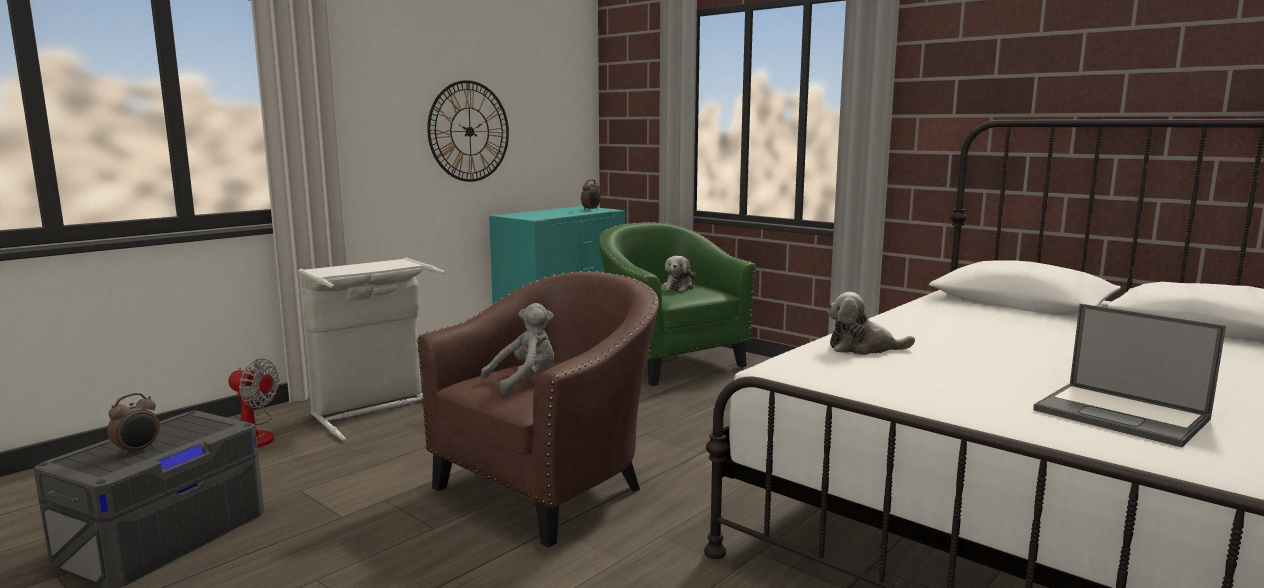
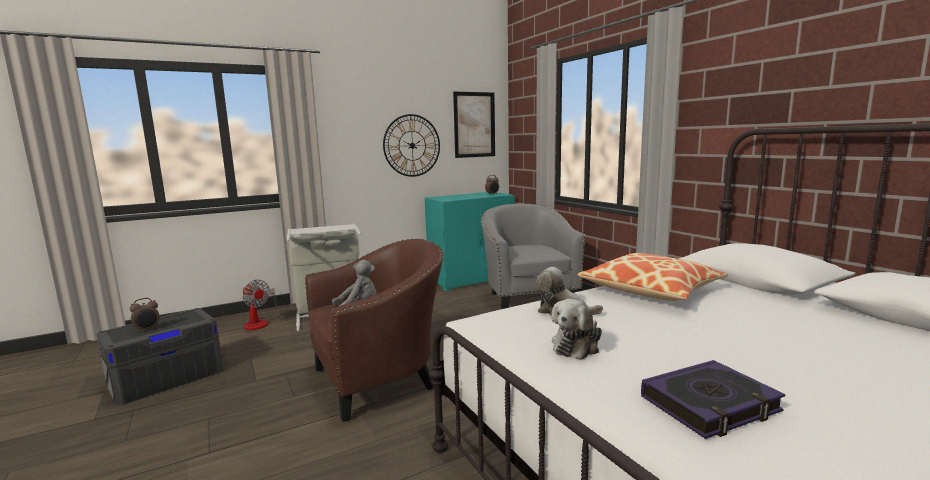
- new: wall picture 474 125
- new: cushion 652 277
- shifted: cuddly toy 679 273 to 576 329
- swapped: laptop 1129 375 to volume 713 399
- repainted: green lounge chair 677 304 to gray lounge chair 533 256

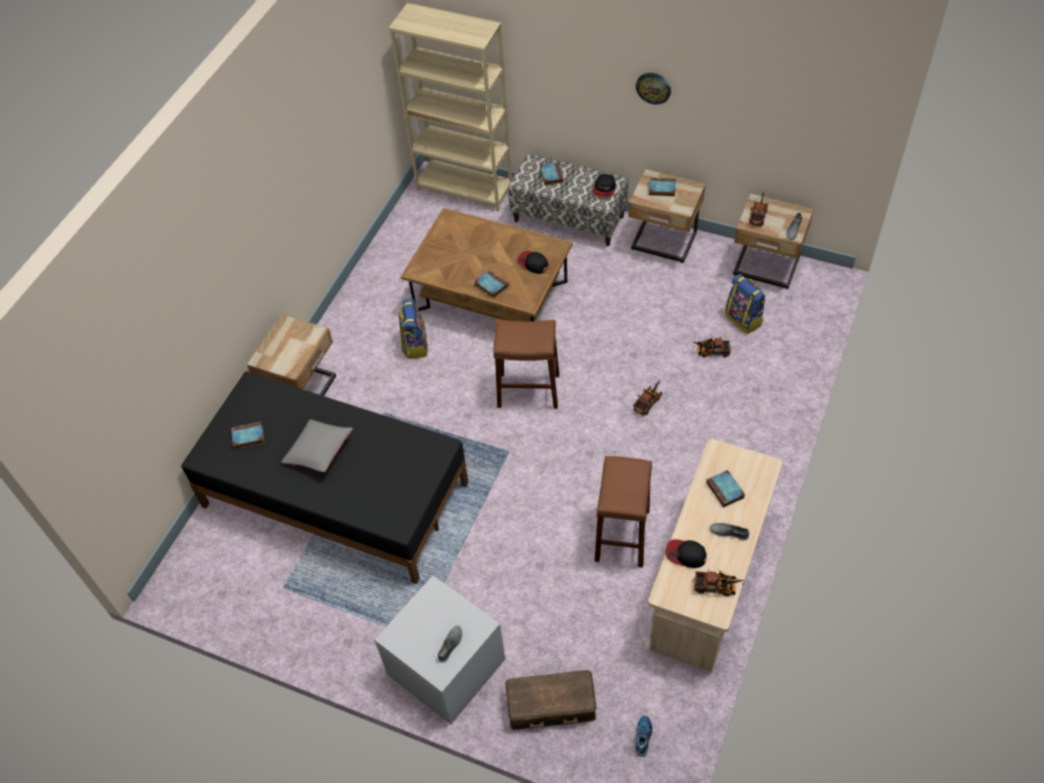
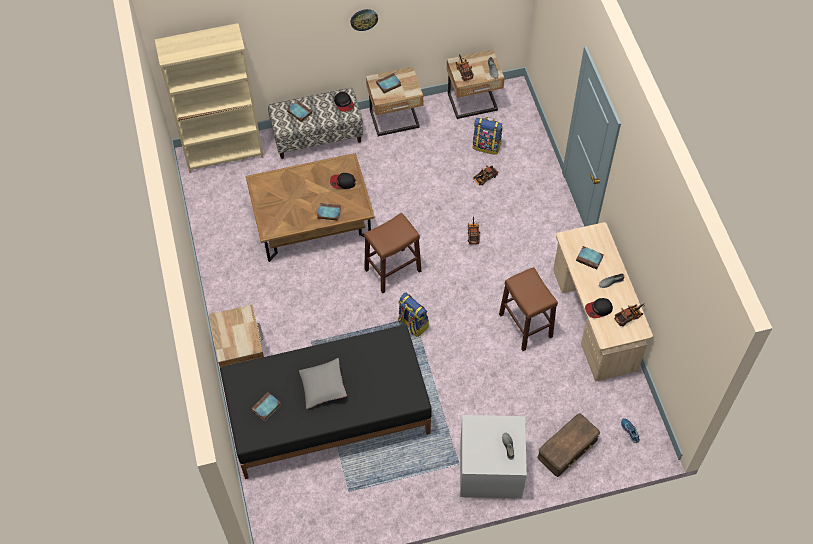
- shifted: knapsack 413 328 to 413 315

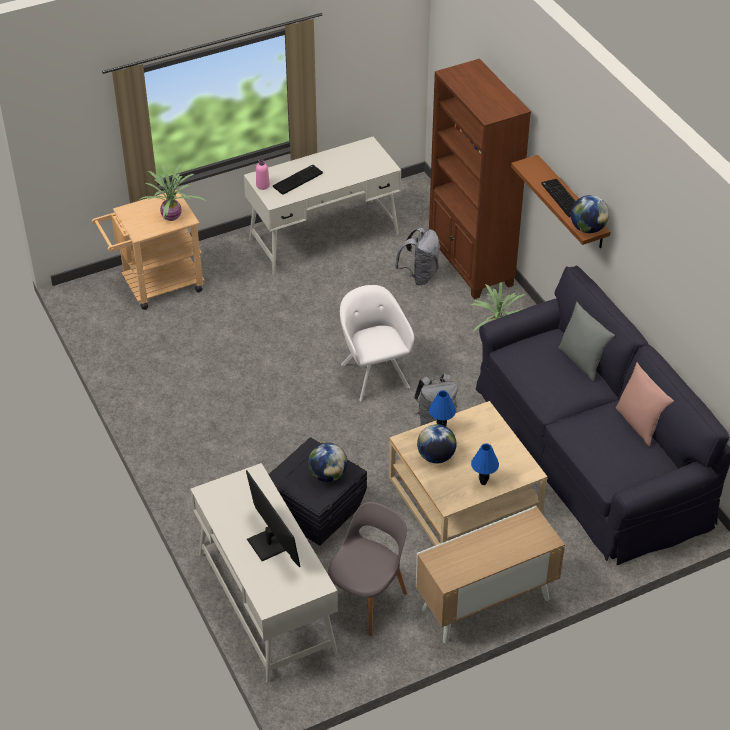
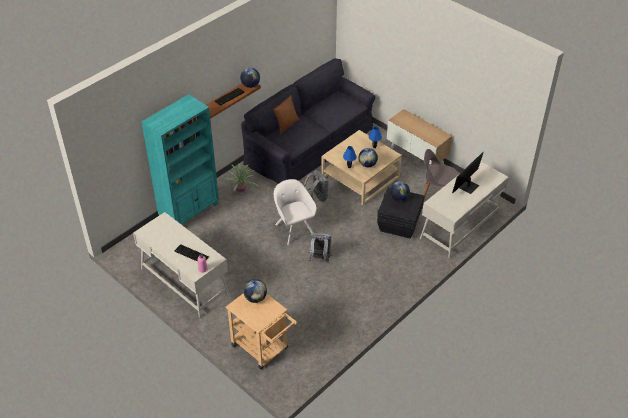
- gone: pinkish cushion 645 405
- shifted: gray knapsack 417 256 to 320 248
- swapped: houseplant 173 192 to world globe 255 291
- repainted: brown-coloured bookcase 480 179 to turquoise bookcase 180 159
- repainted: gray cushion 586 342 to brown-coloured cushion 286 114
- rotated: whitish lounge chair 377 343 = 295 212 105 degrees clockwise

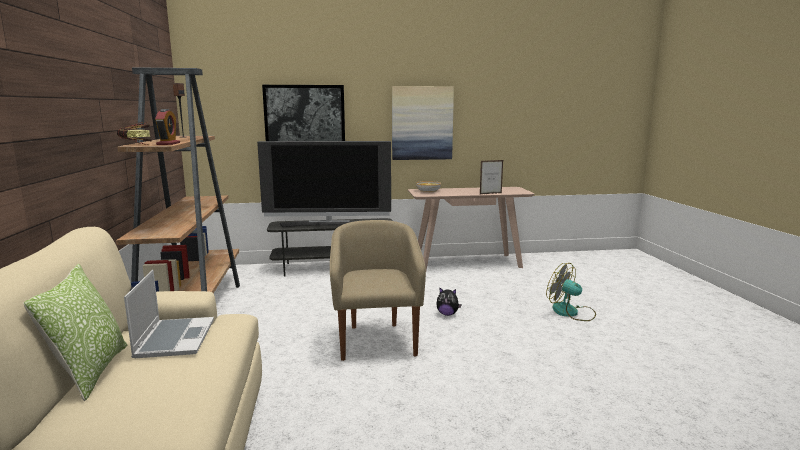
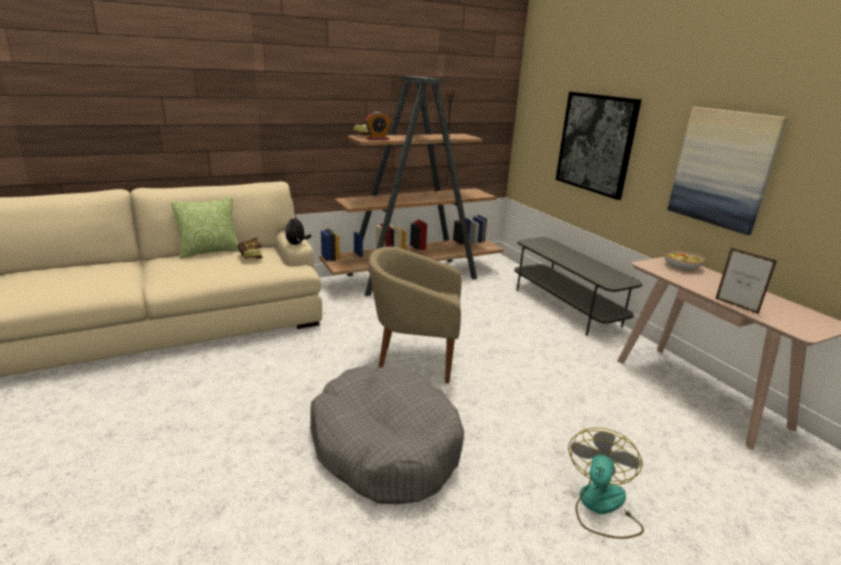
- gone: TV 324 184
- new: gray pet bed 387 435
- shifted: cuddly toy 449 301 to 298 230
- swapped: laptop 169 314 to volume 250 251
- rotated: beige lounge chair 378 290 = 415 315 150 degrees counterclockwise

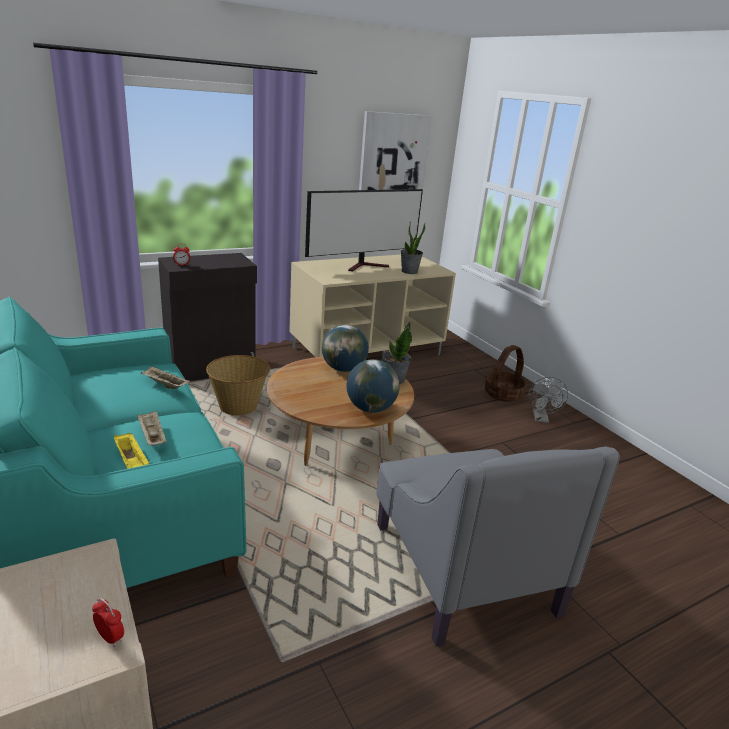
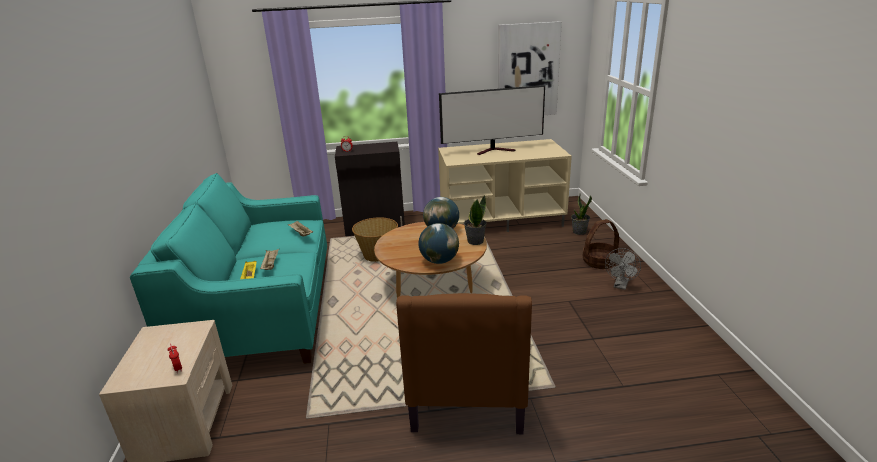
- shifted: houseplant 413 248 to 581 215
- repainted: gray lounge chair 498 547 to brown-coloured lounge chair 464 363

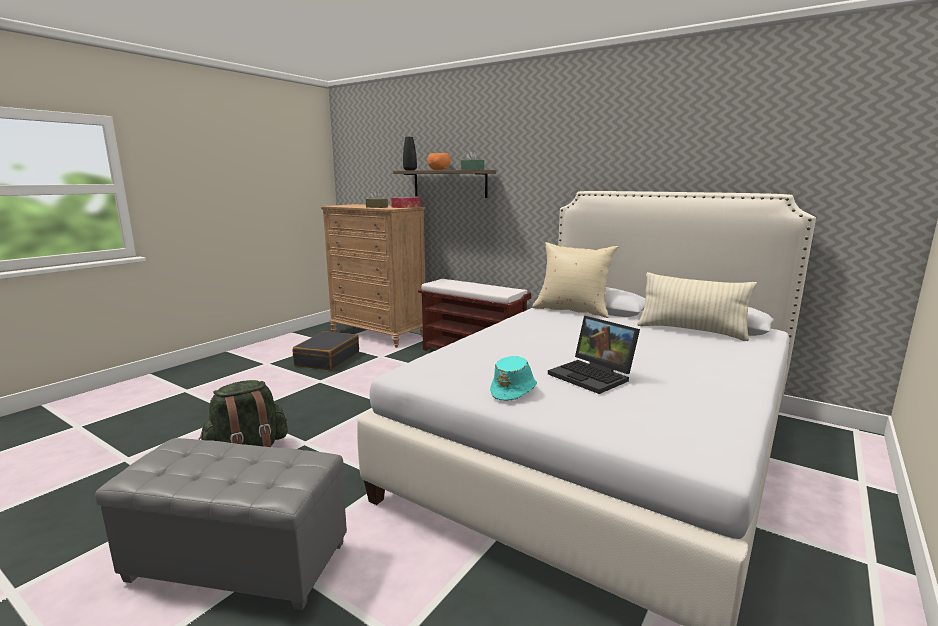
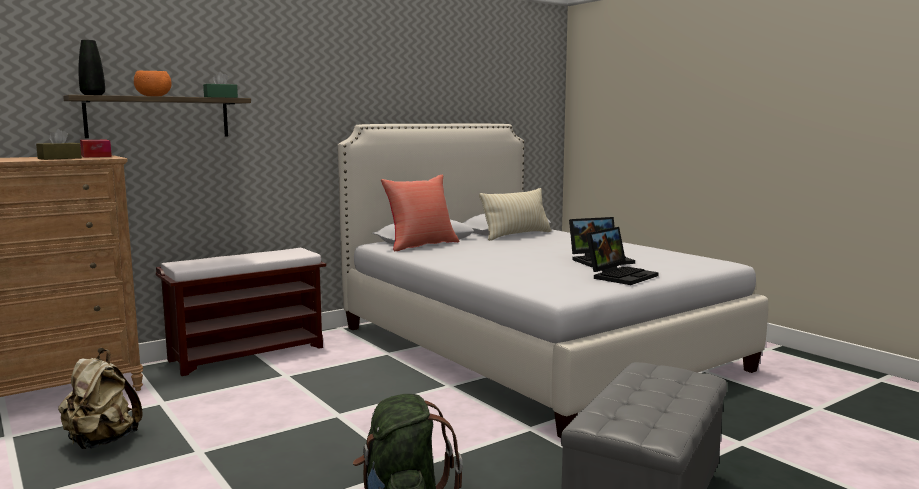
- swapped: black-coloured piece of luggage 326 350 to beige knapsack 100 399
- swapped: turquoise hat 513 378 to laptop 622 256
- repainted: beige cushion 575 280 to reddish cushion 420 212

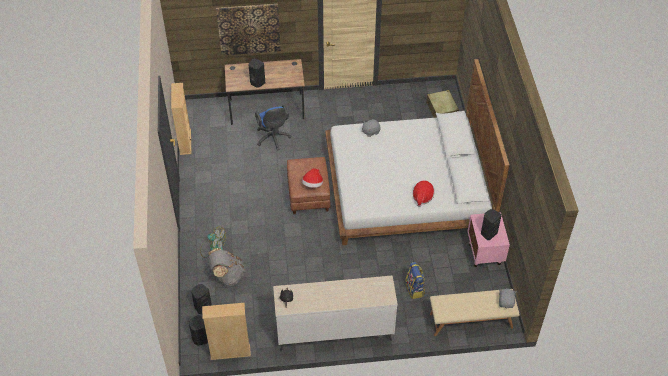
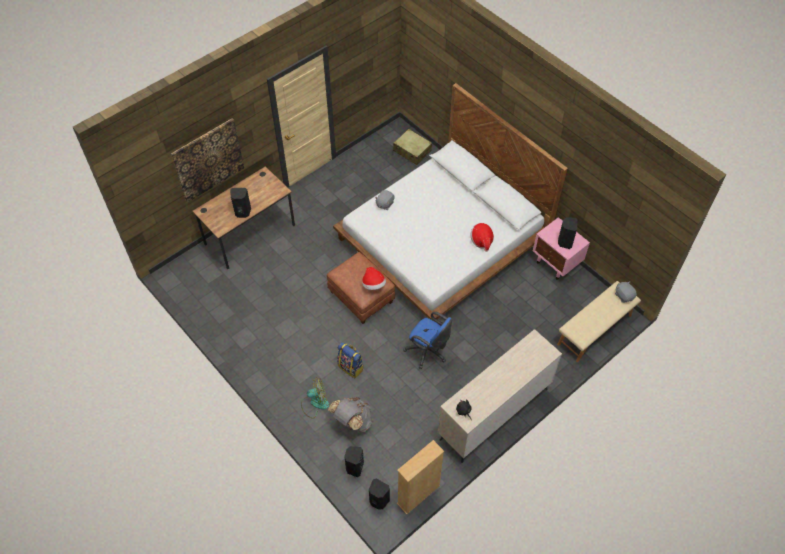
- gone: beige bookcase 181 119
- shifted: blue desk chair 273 128 to 427 340
- shifted: knapsack 415 280 to 350 360

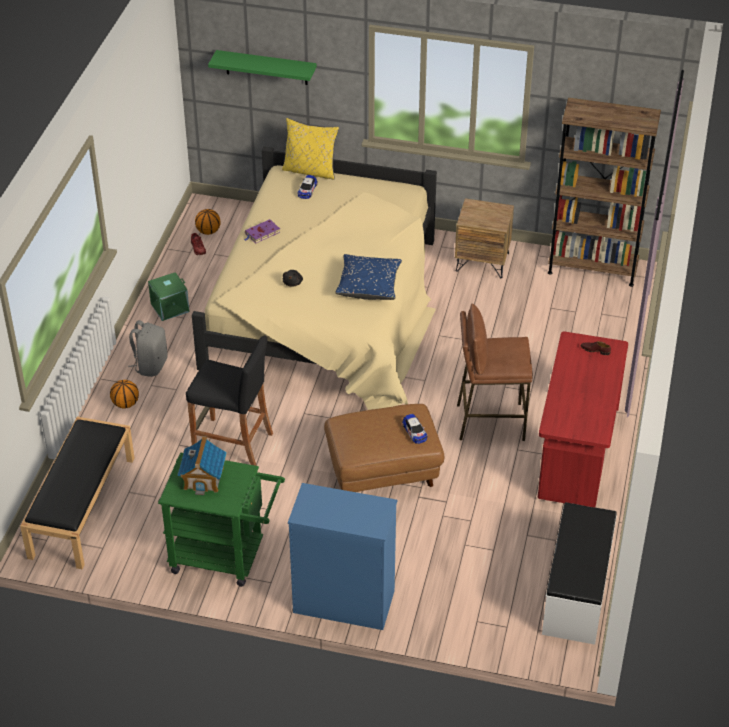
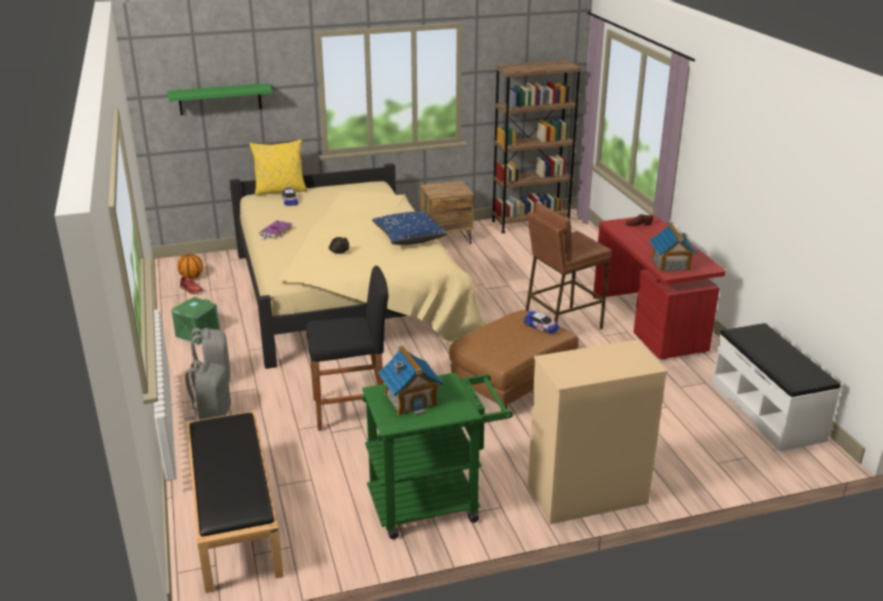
- new: toy house 673 247
- swapped: ball for basketball 124 394 to gray knapsack 208 390
- repainted: blue drawer chest 342 556 to beige drawer chest 598 431

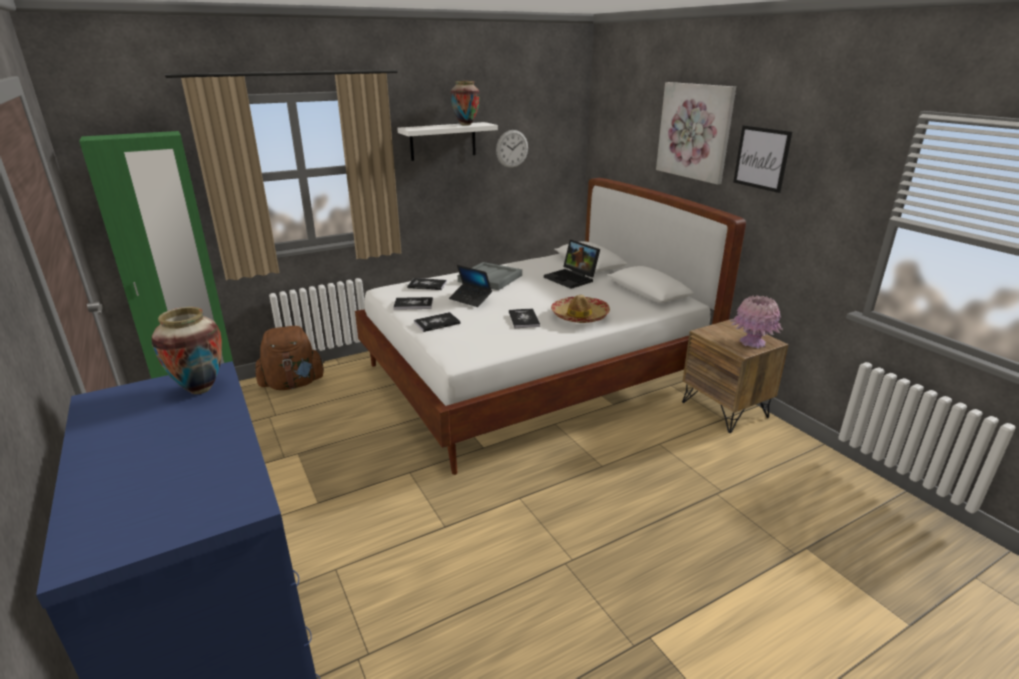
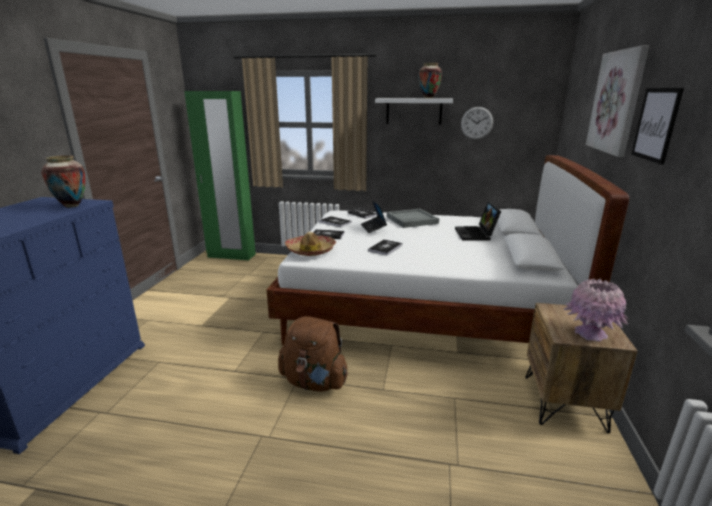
- shifted: brown-coloured knapsack 290 358 to 313 354
- shifted: hat 580 309 to 310 244

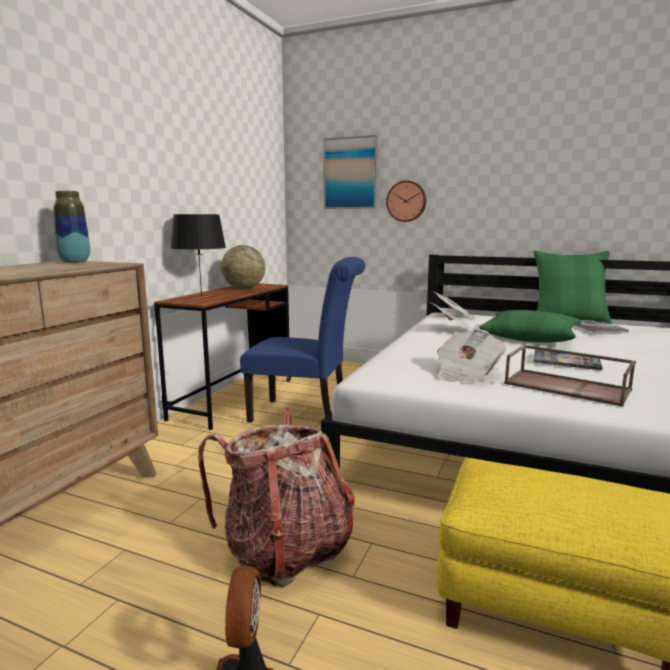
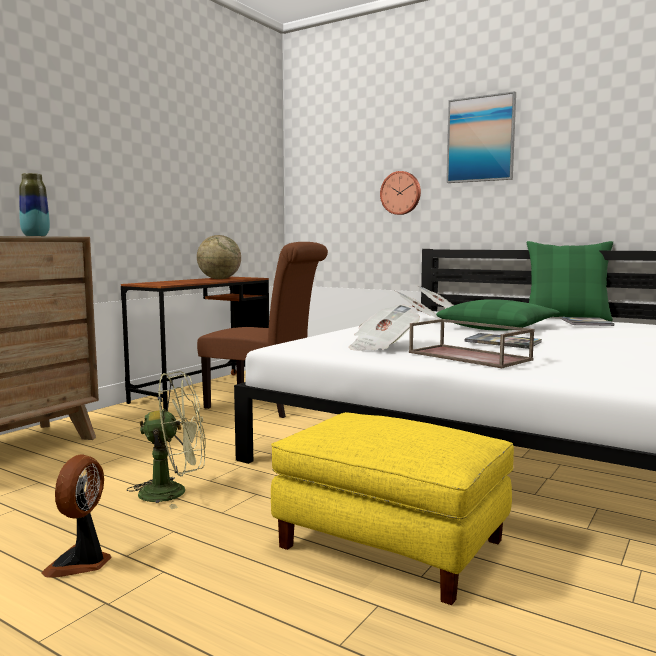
- gone: black-coloured lamp for a table 198 255
- shifted: wall picture 351 172 to 481 137
- swapped: knapsack 276 497 to green cooling fan 166 440
- repainted: blue upright chair 302 340 to brown-coloured upright chair 262 330

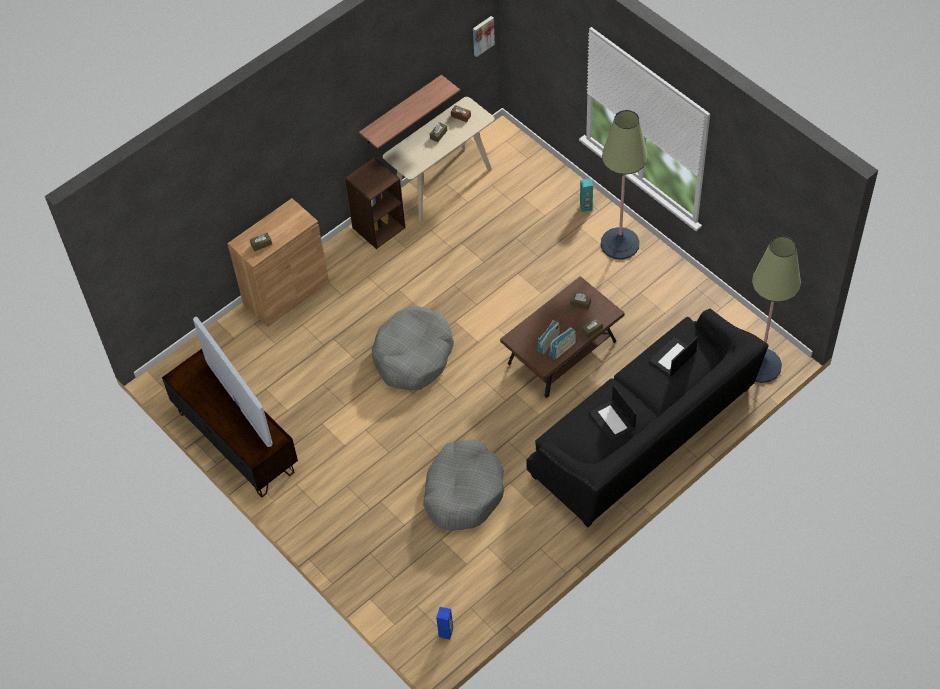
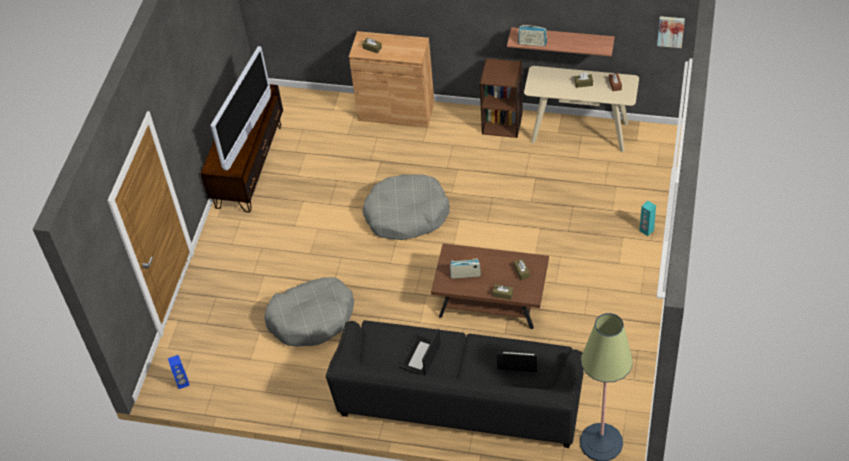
- gone: standing lamp 624 185
- shifted: radio 563 343 to 532 35

